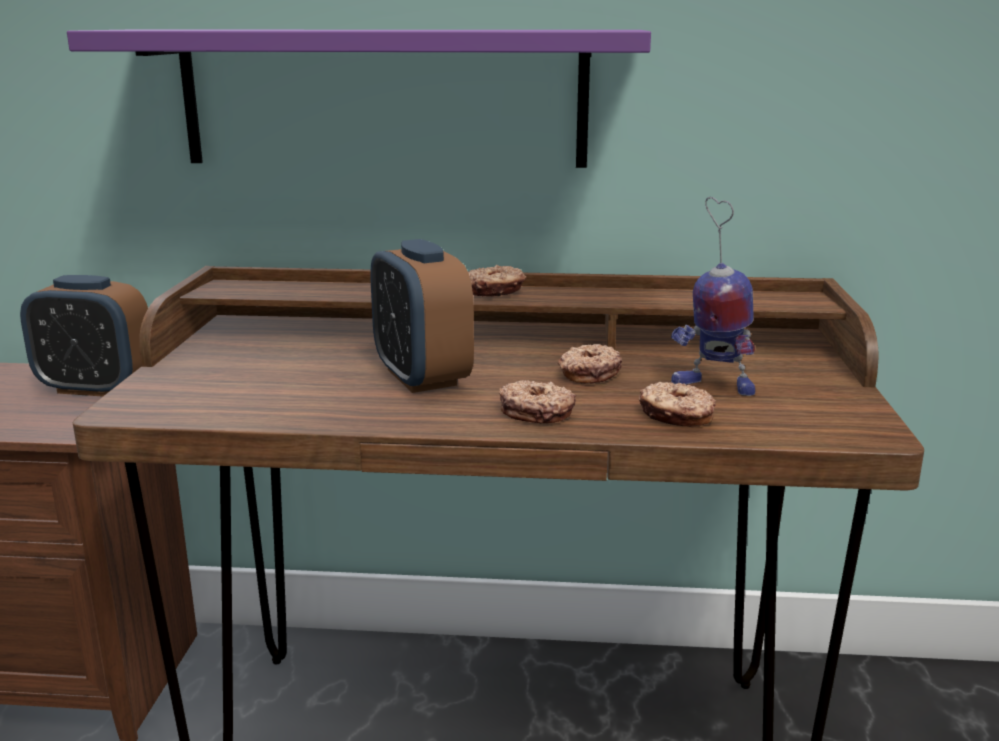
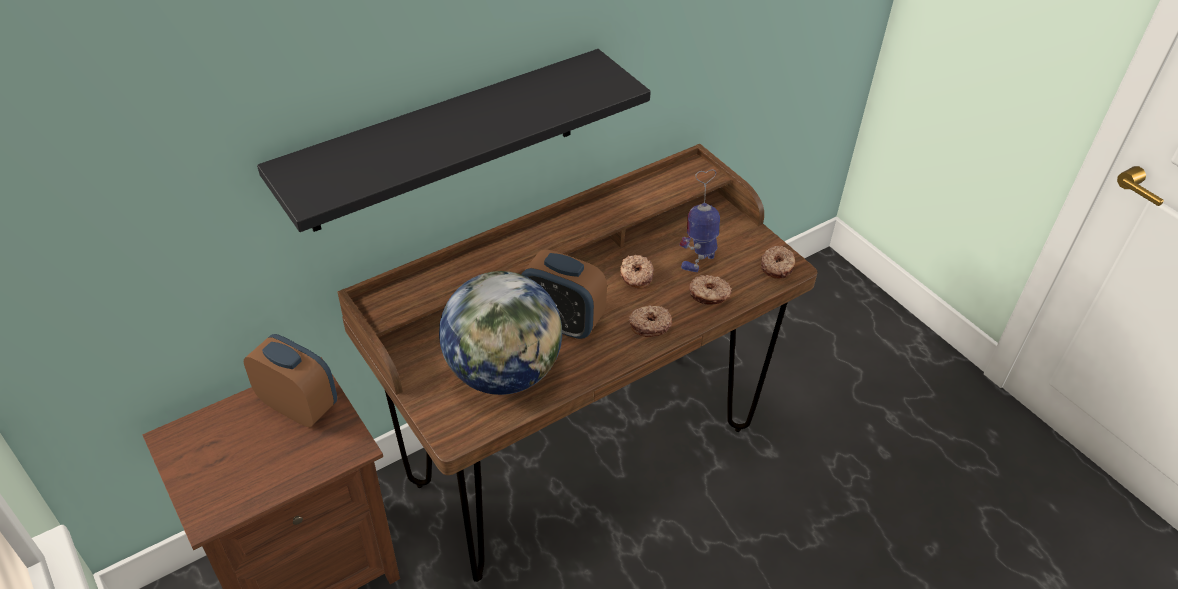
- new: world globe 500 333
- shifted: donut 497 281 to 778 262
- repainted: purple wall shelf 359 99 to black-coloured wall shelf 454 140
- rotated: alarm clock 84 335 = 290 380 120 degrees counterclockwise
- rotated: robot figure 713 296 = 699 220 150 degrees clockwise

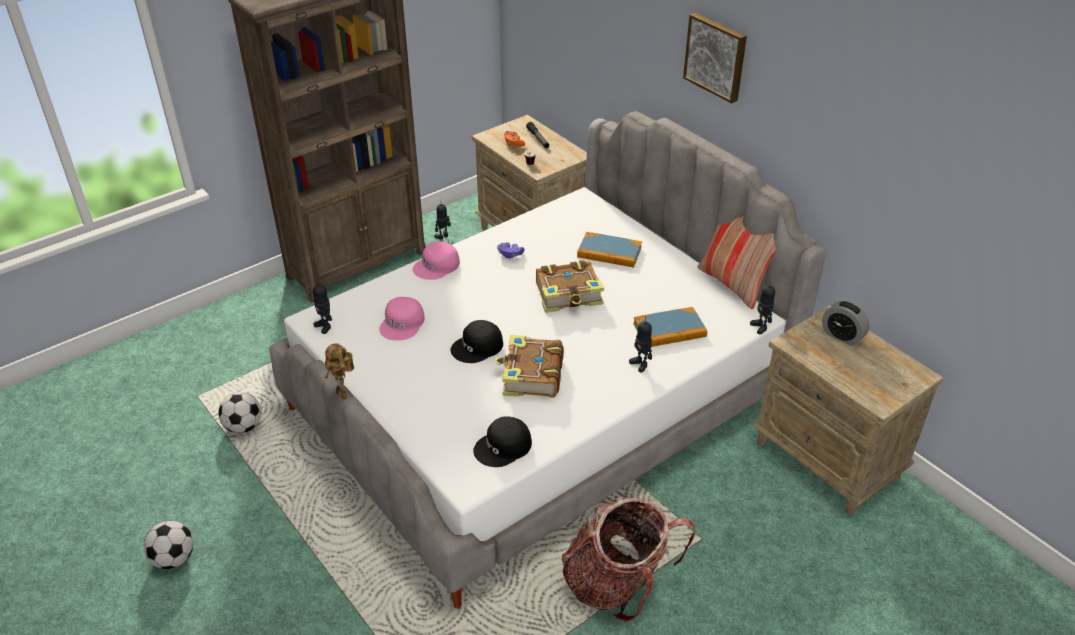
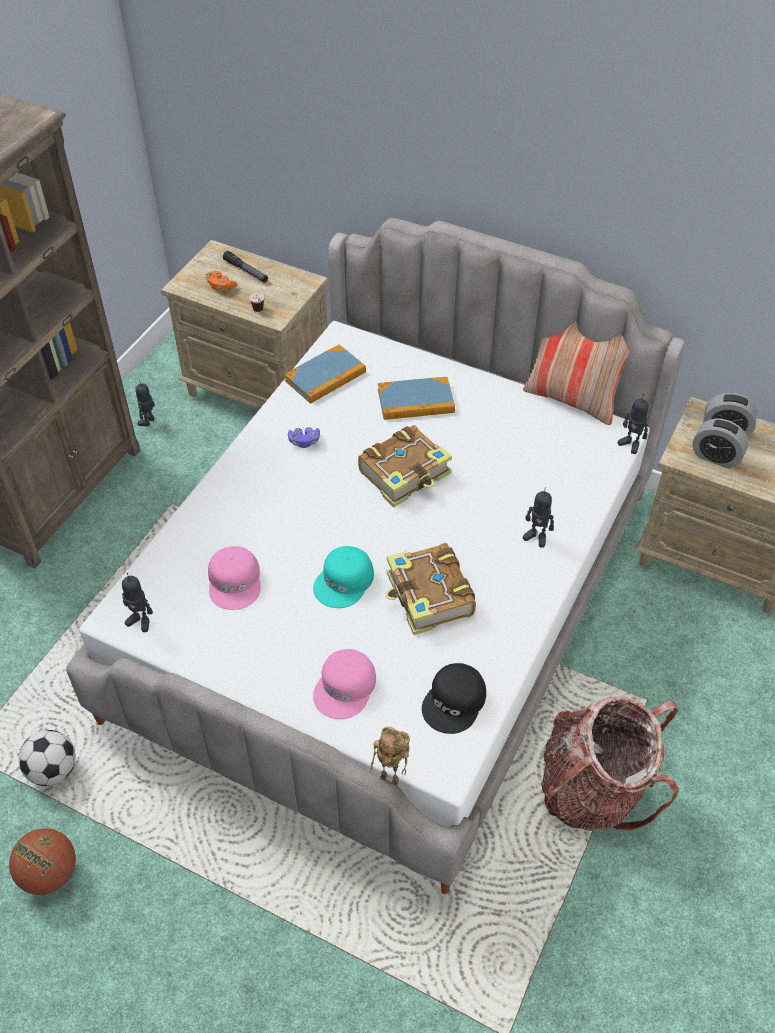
- gone: ball for football 168 545
- gone: wall picture 715 58
- new: ball for basketball 42 861
- new: alarm clock 720 443
- shifted: robot figure 339 371 to 390 756
- shifted: pinkish baseball cap 436 260 to 344 684
- shifted: volume 670 327 to 325 374
- repainted: black-coloured baseball cap 477 341 to turquoise baseball cap 343 577

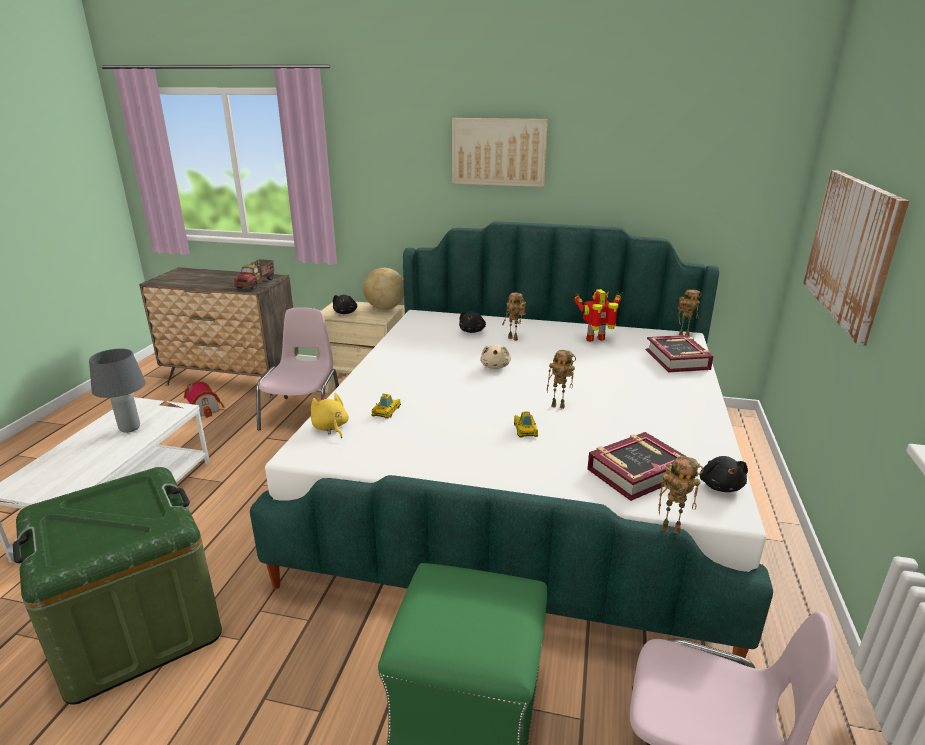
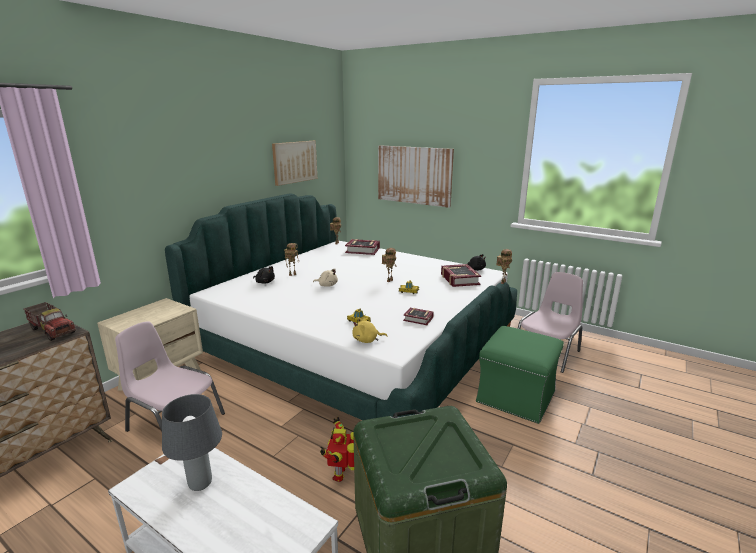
- gone: toy house 204 399
- gone: black-coloured cuddly toy 345 304
- gone: world globe 383 289
- new: volume 418 316
- shifted: wall picture 500 152 to 294 163
- shifted: robot figure 598 315 to 337 449

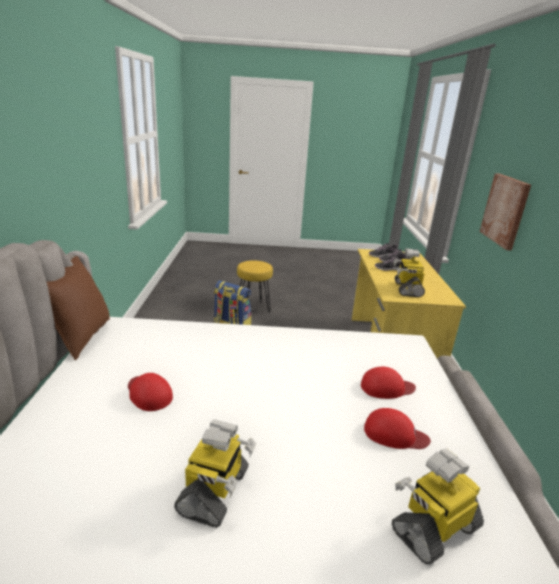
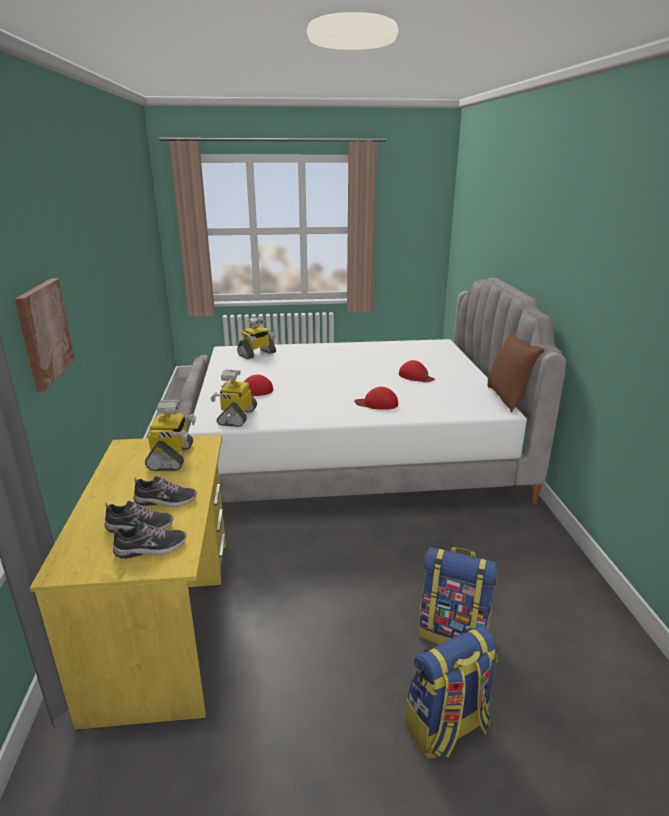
- shifted: robot figure 215 473 to 234 398
- shifted: reddish baseball cap 397 428 to 376 398
- swapped: yellowish stool 255 286 to knapsack 451 692

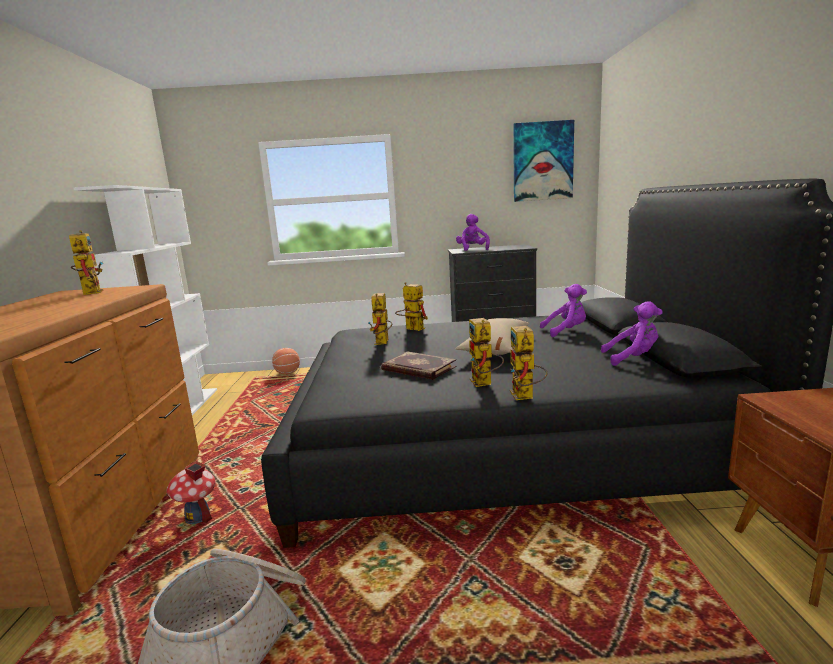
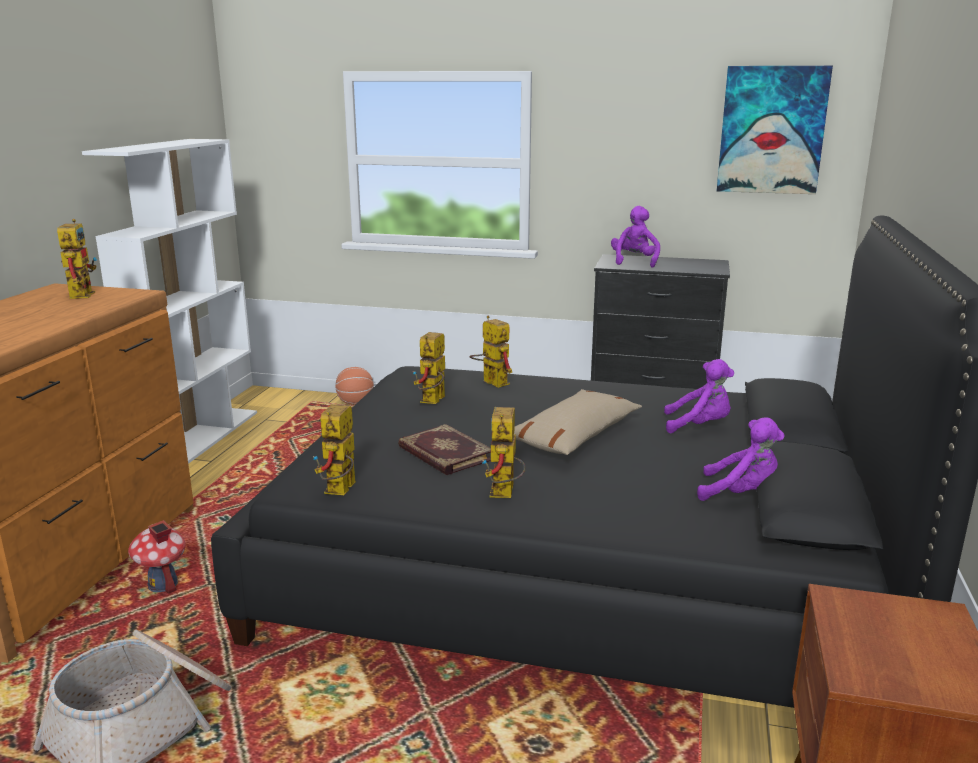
- shifted: robot figure 528 363 to 334 449

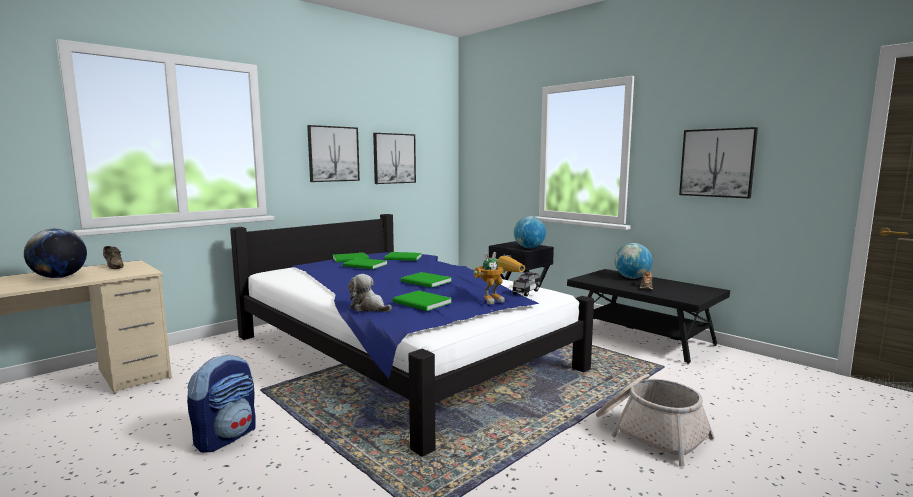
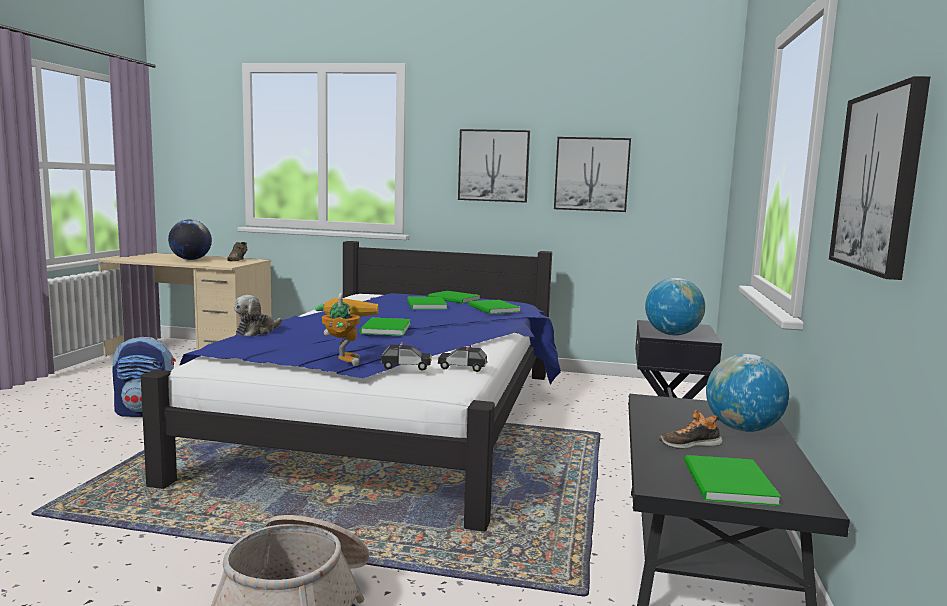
- shifted: green volume 422 300 to 732 480
- rotated: cuddly toy 370 293 = 258 316 150 degrees counterclockwise
- rotated: robot figure 499 278 = 347 329 120 degrees counterclockwise

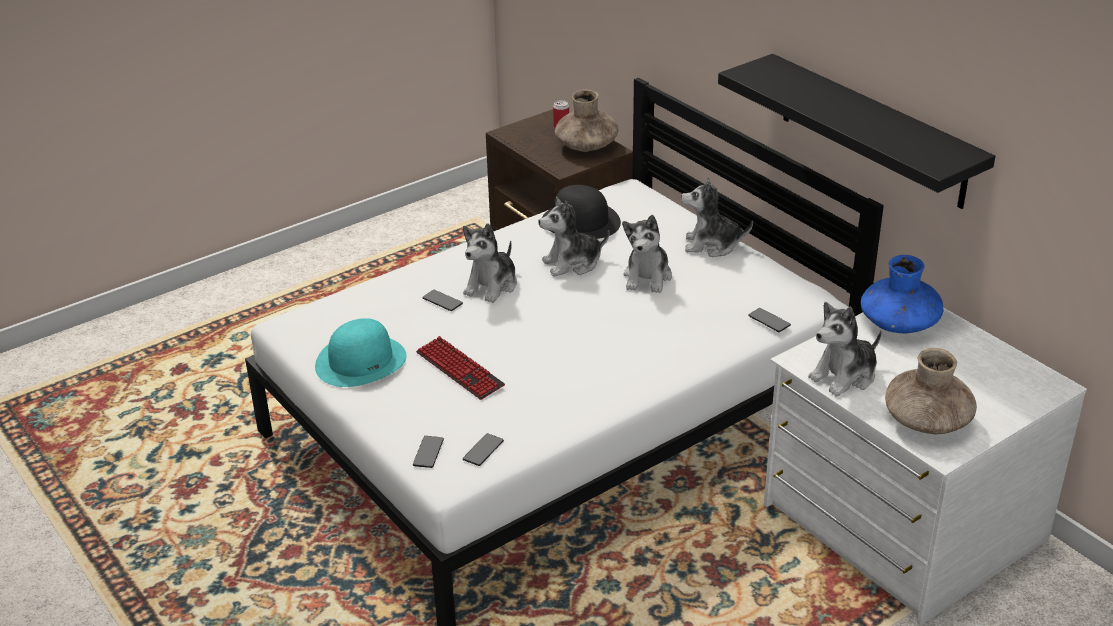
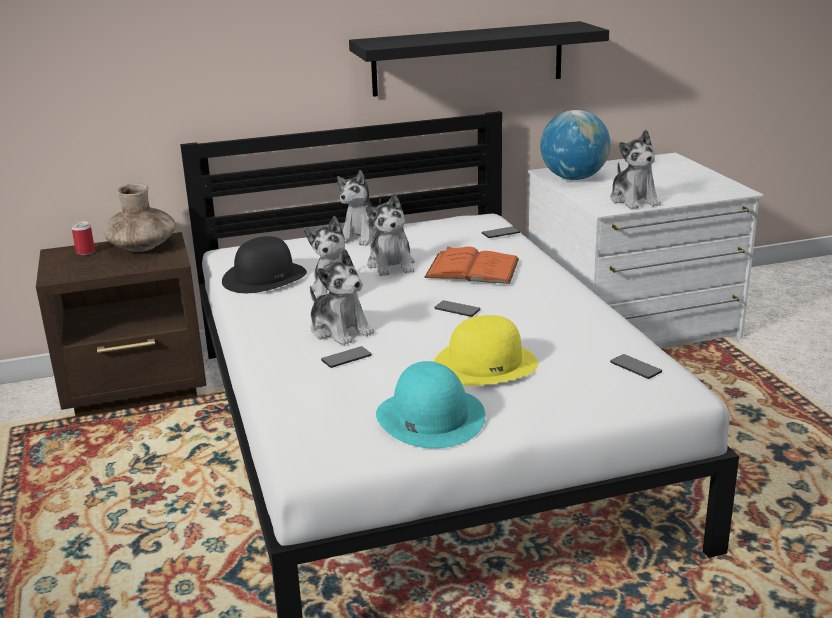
- gone: brown-coloured decorative vase 931 391
- new: orange-coloured volume 471 265
- shifted: handset 428 452 to 457 308
- swapped: keyboard 460 368 to yellowish hat 486 350
- swapped: blue decorative vase 902 294 to world globe 575 145
- rotated: cuddly toy 647 254 = 390 234 45 degrees clockwise

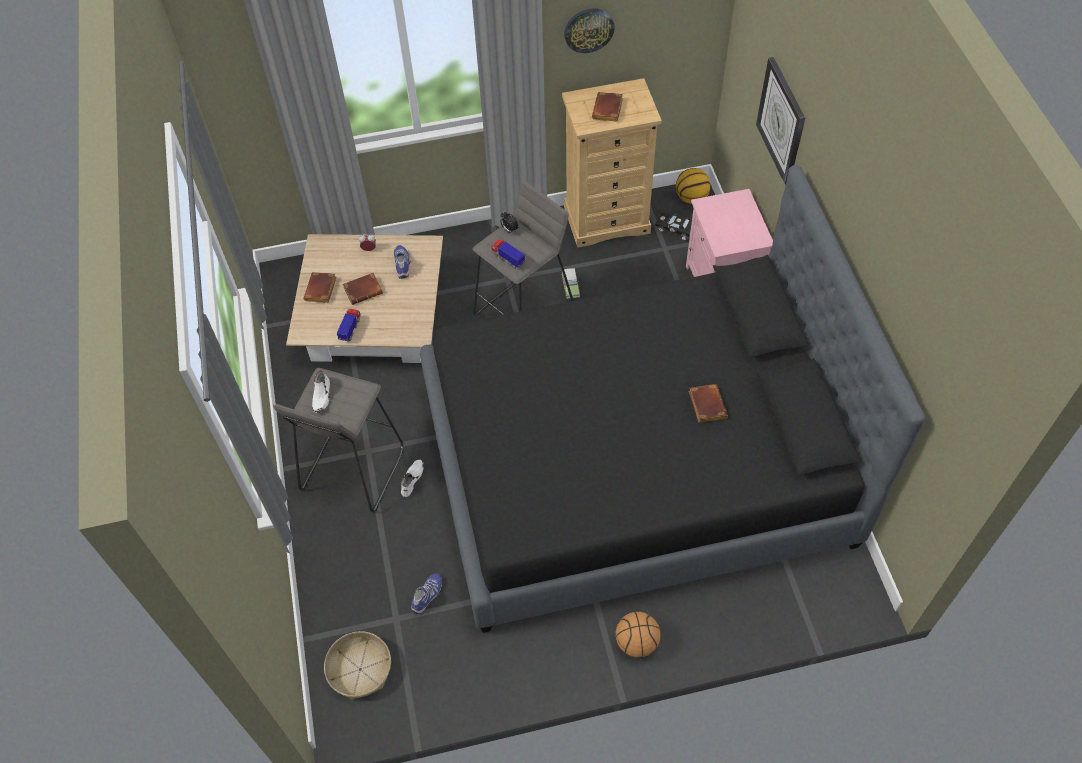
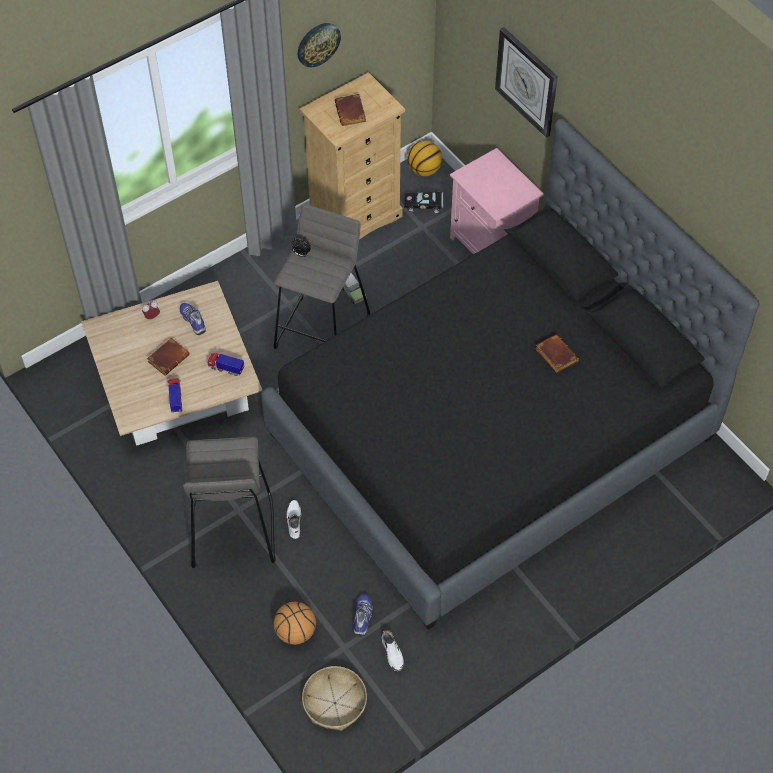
- gone: brown-coloured volume 319 287
- shifted: whitish shoe 321 391 to 392 650
- shifted: toy truck 508 254 to 226 364
- shifted: ball for basketball 638 634 to 294 623

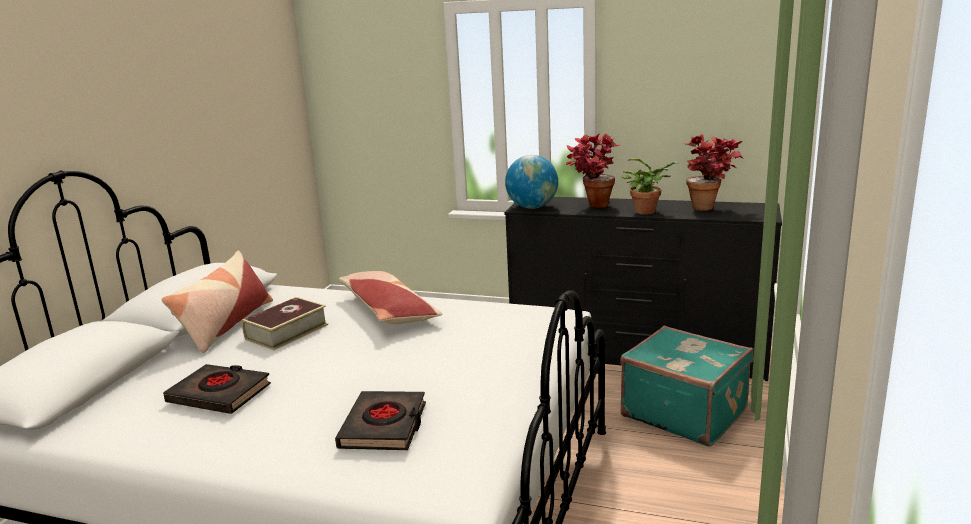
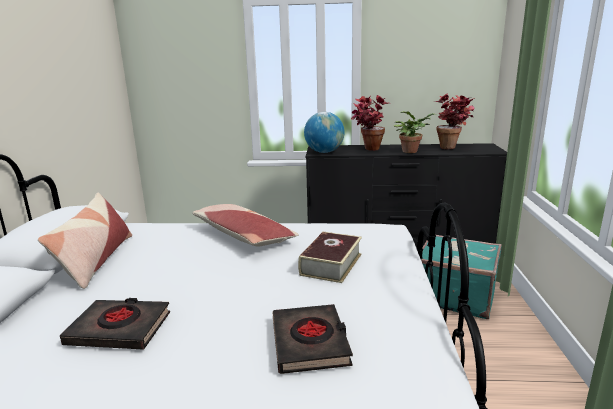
- shifted: volume 285 323 to 330 257

